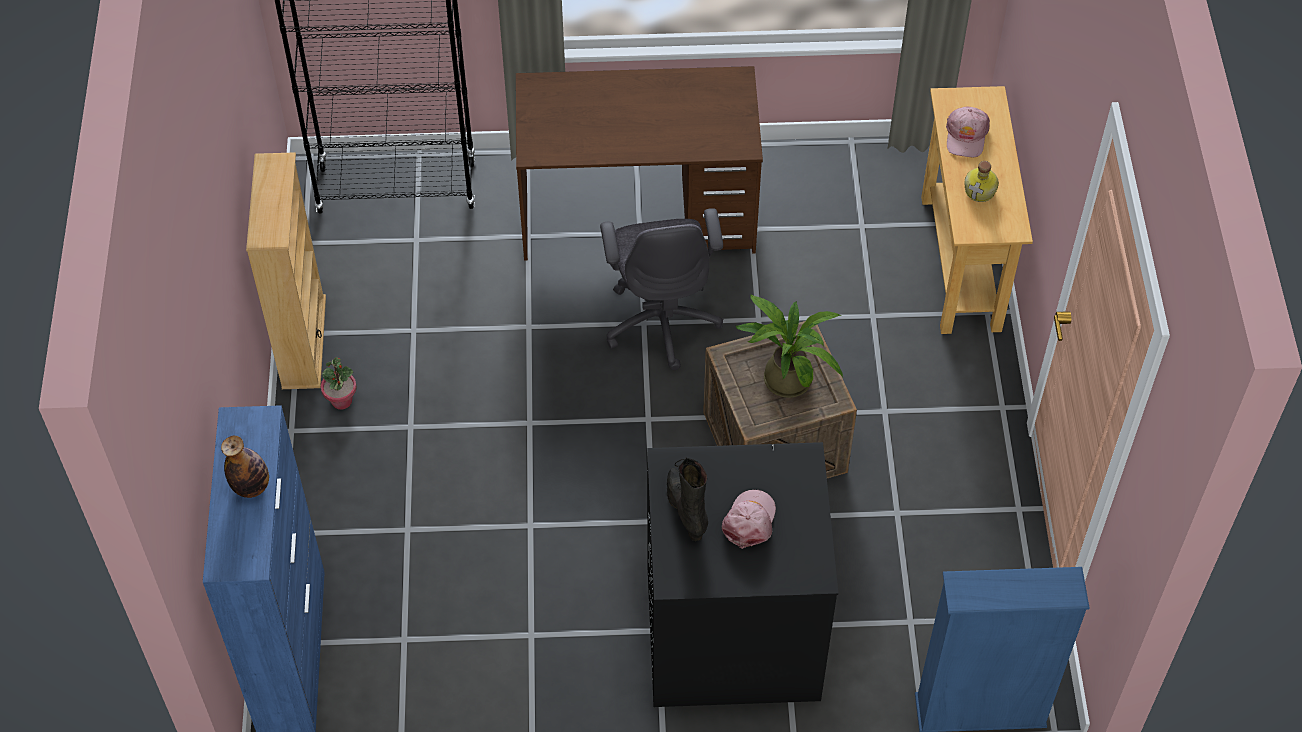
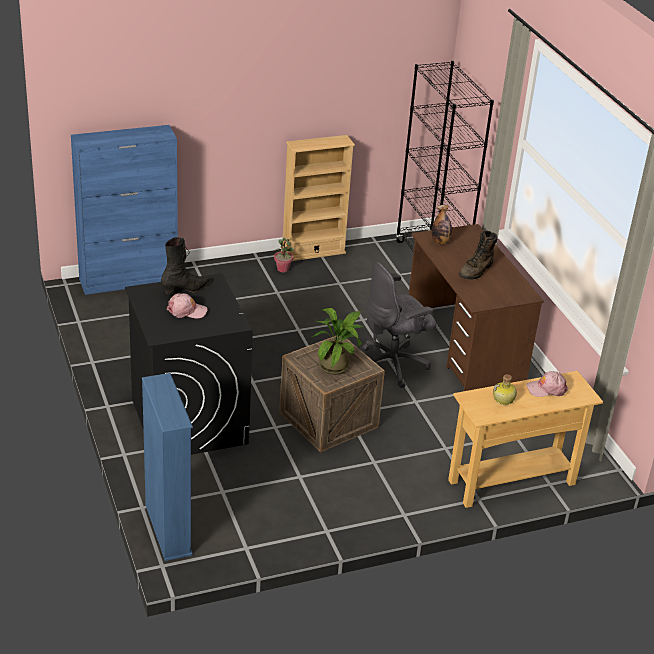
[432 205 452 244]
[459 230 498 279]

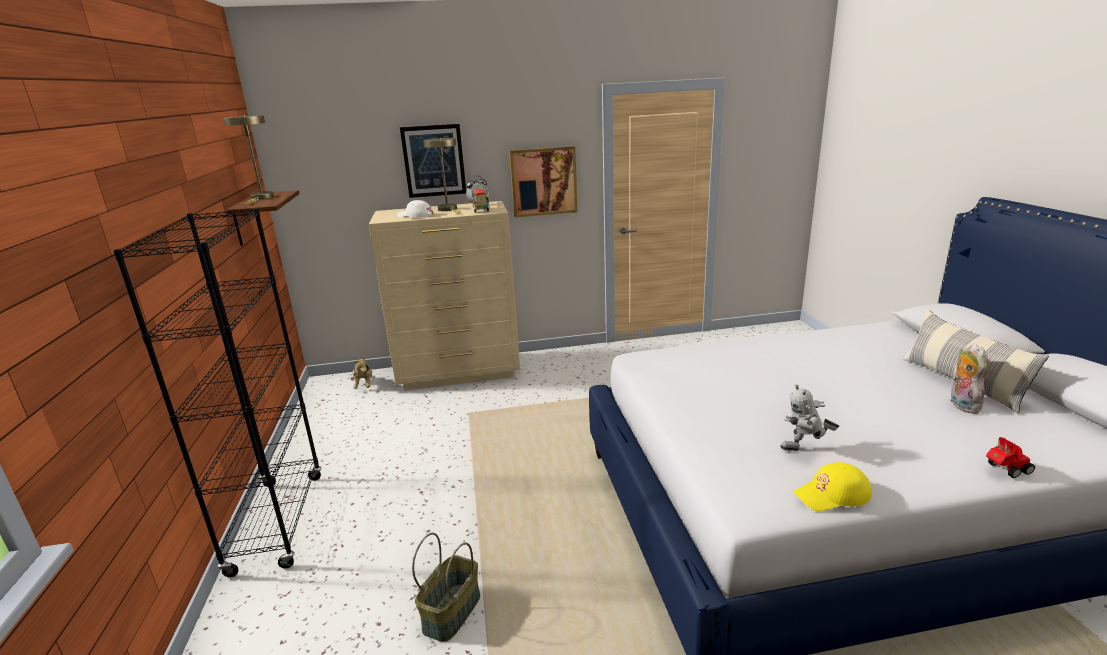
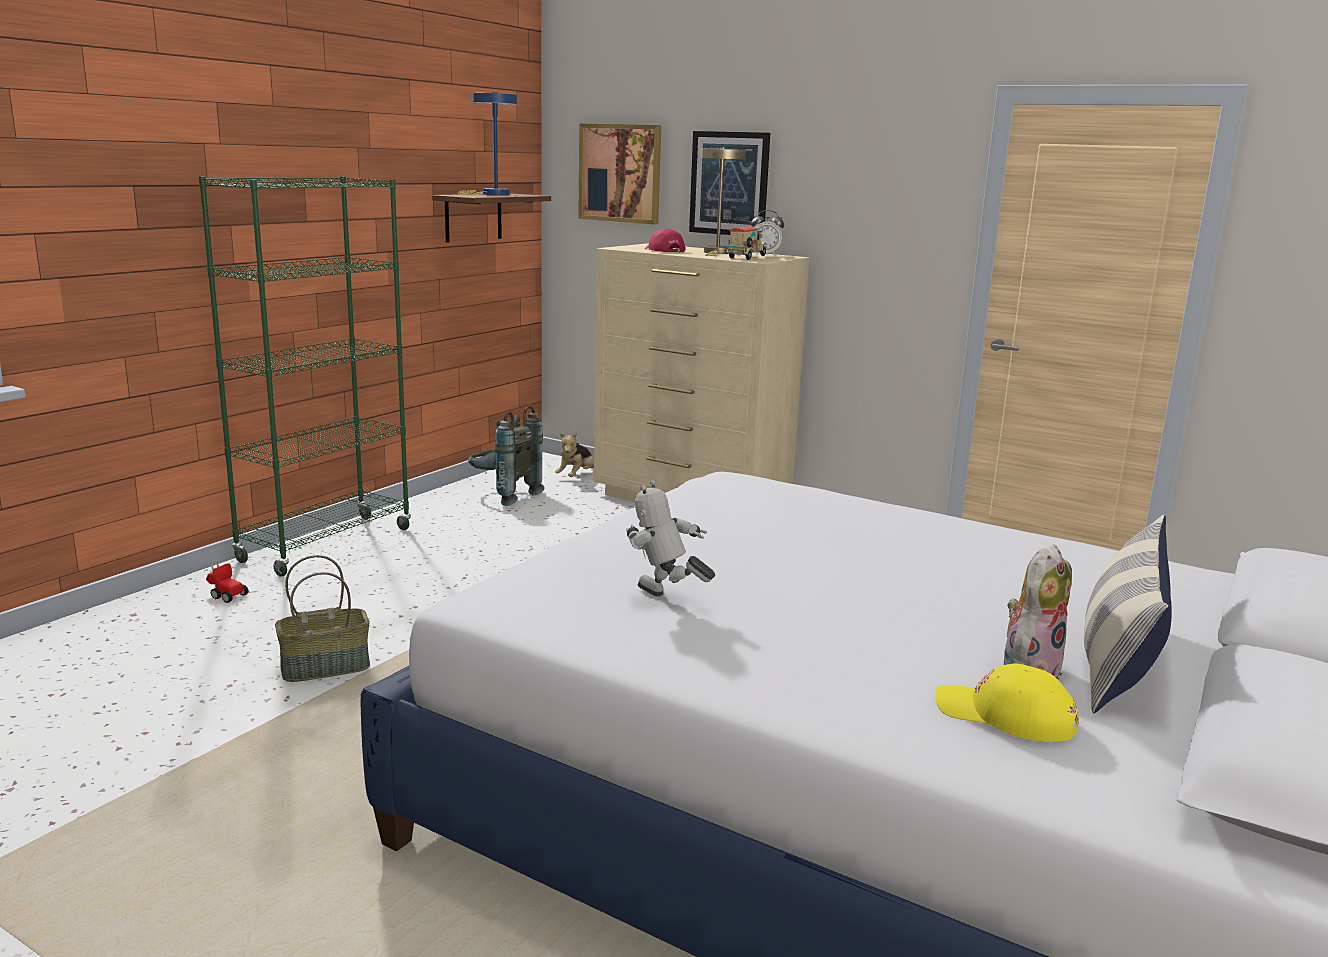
[458 92 517 195]
[578 123 661 225]
[645 229 685 252]
[199 176 411 577]
[206 560 248 602]
[935 664 1079 742]
[468 406 545 506]

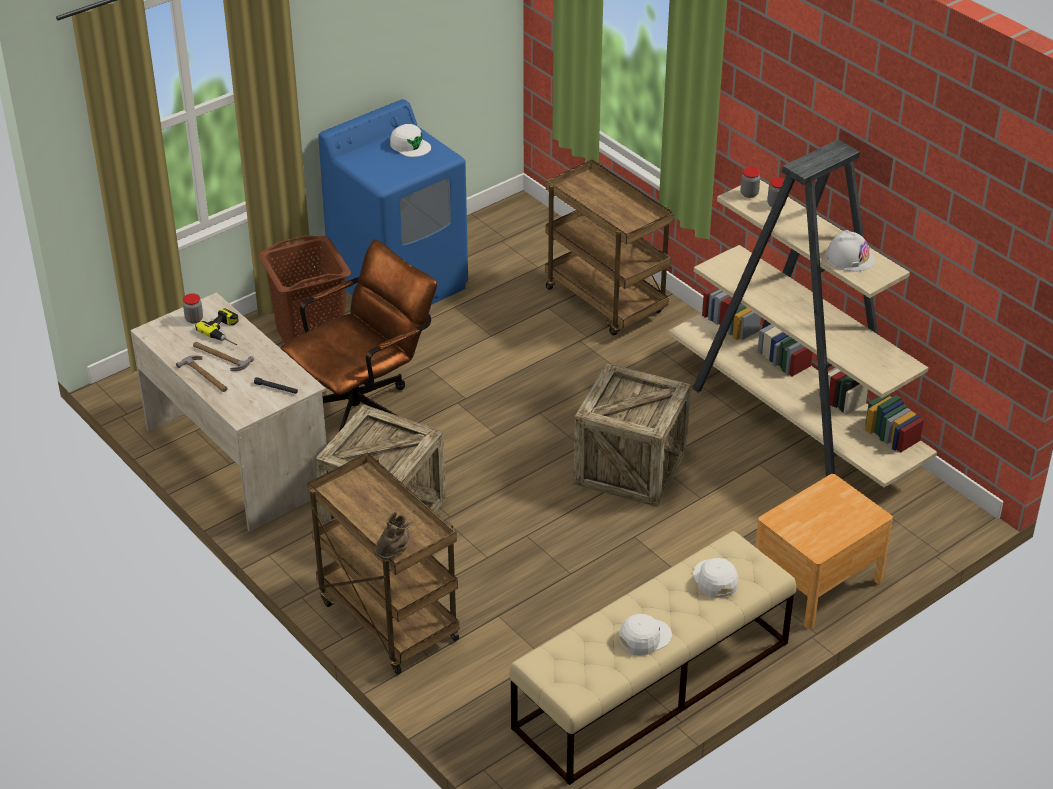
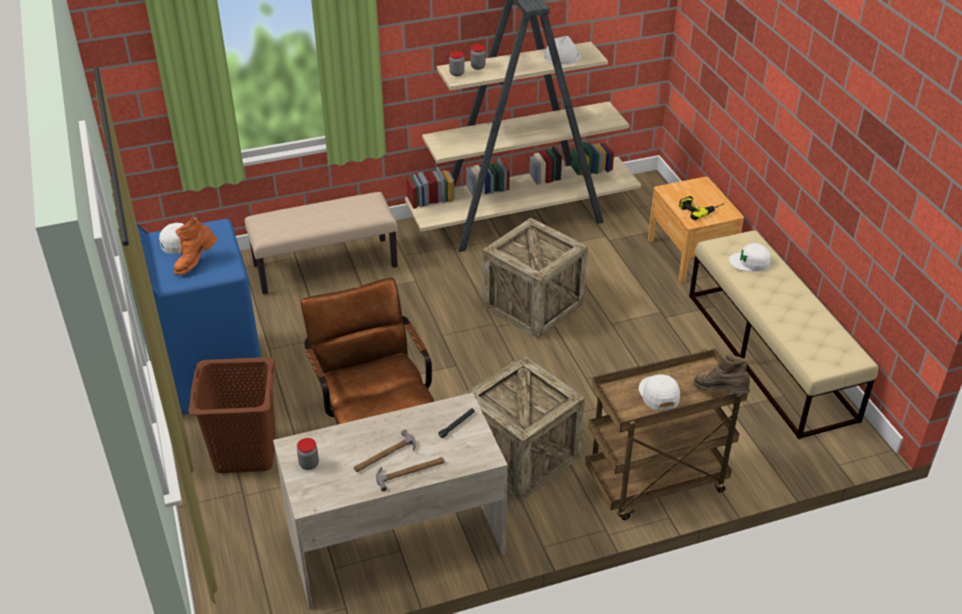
[245 192 398 294]
[679 196 724 220]
[639 374 680 410]
[174 218 217 275]

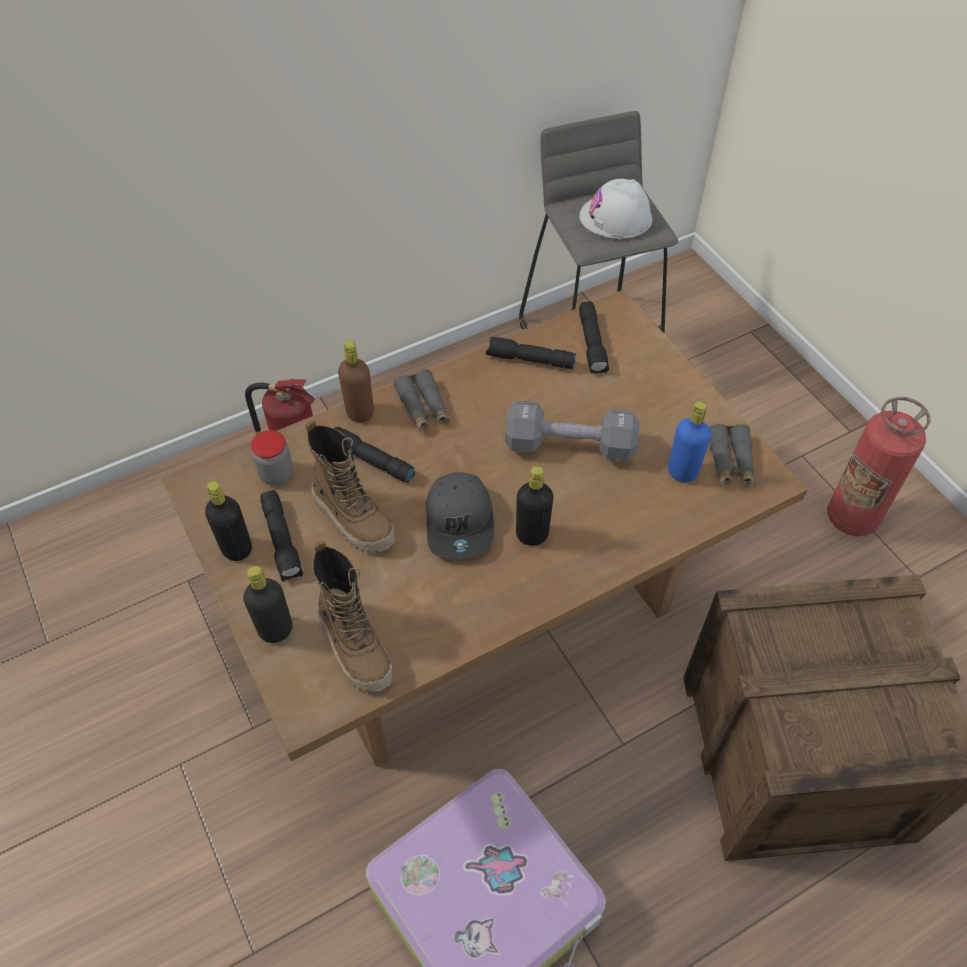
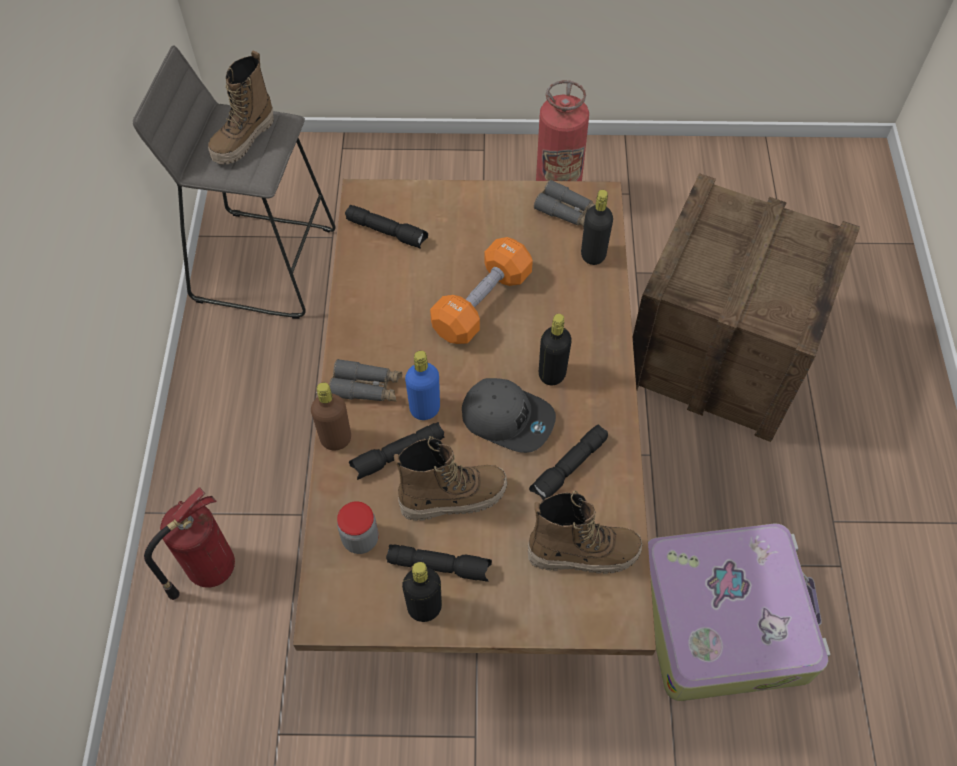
[208 51 274 165]
[529 425 608 500]
[430 237 533 344]
[405 351 440 420]
[581 190 613 265]

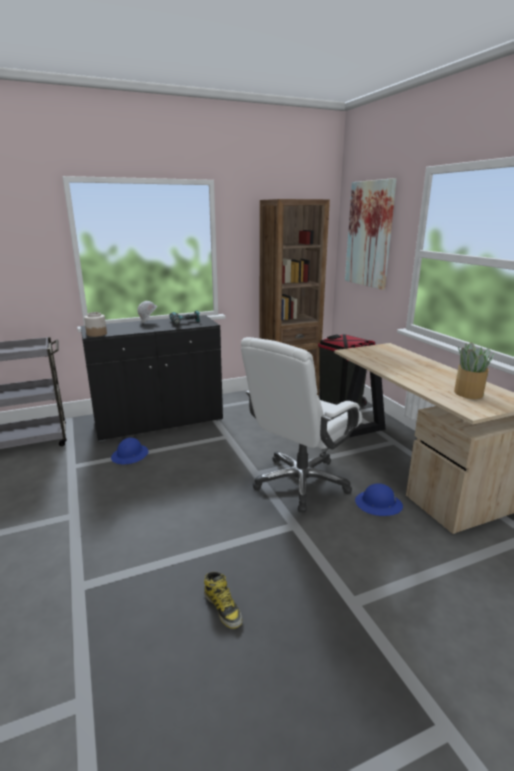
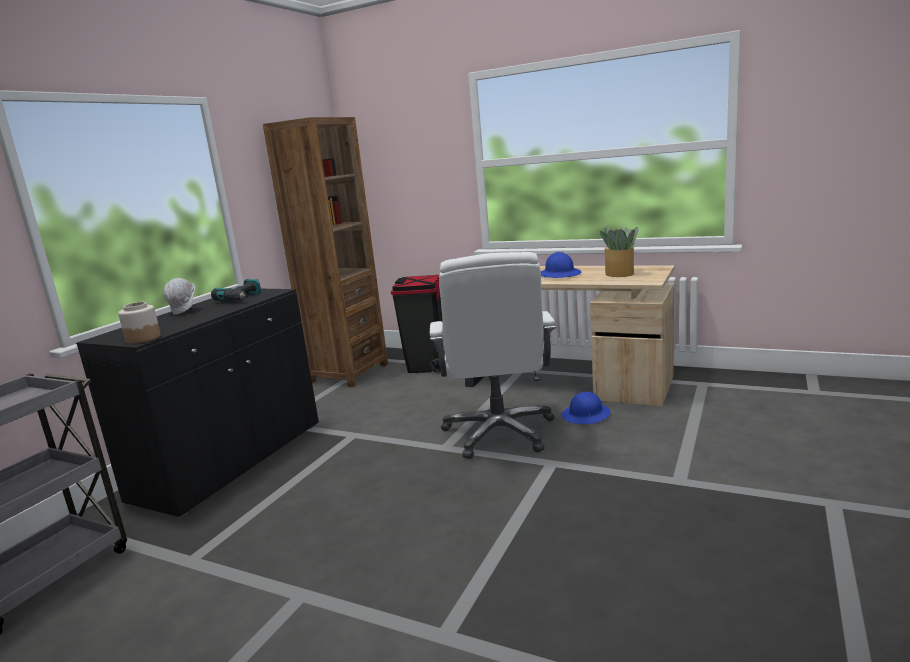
[345 178 397 290] (first image)
[541 252 582 278]
[204 572 242 629] (first image)

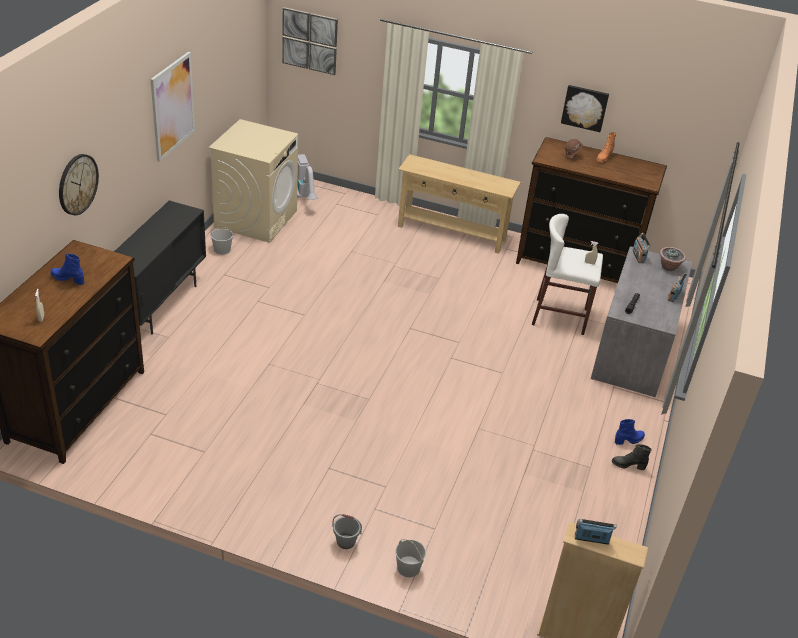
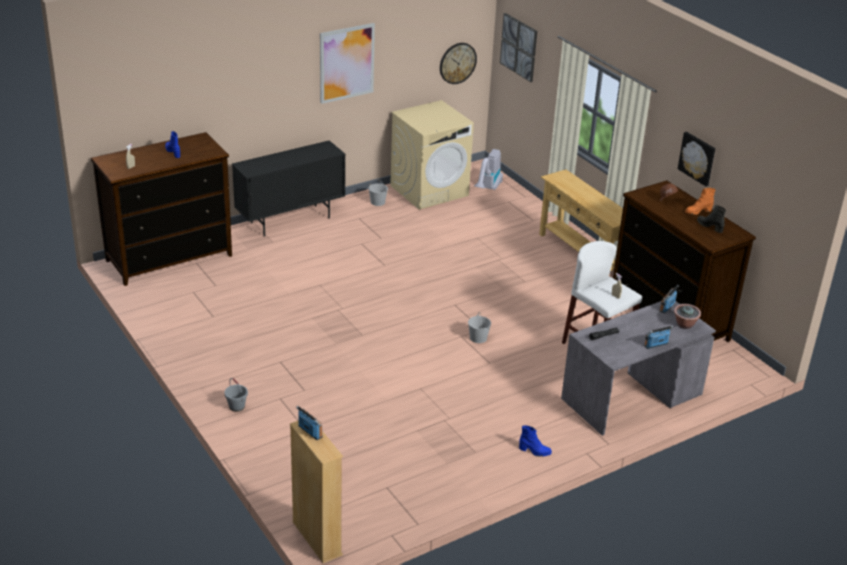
[440 43 477 84]
[697 205 726 233]
[468 312 491 343]

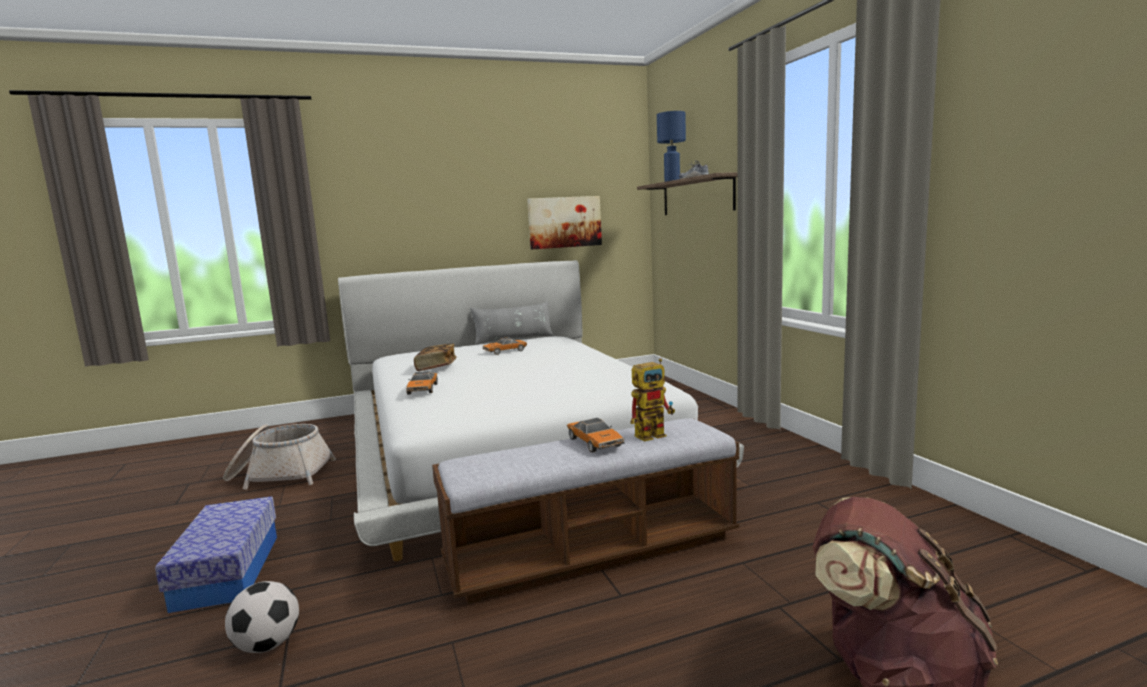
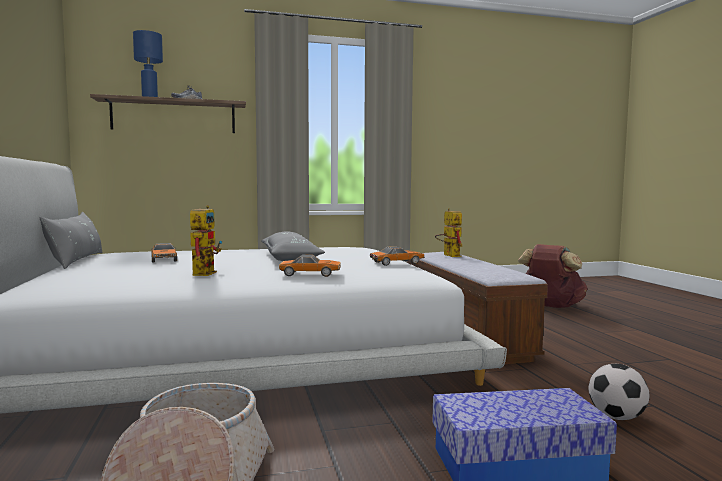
[527 196 602 249] (first image)
[190 205 222 276]
[370 246 425 266]
[261 231 325 261]

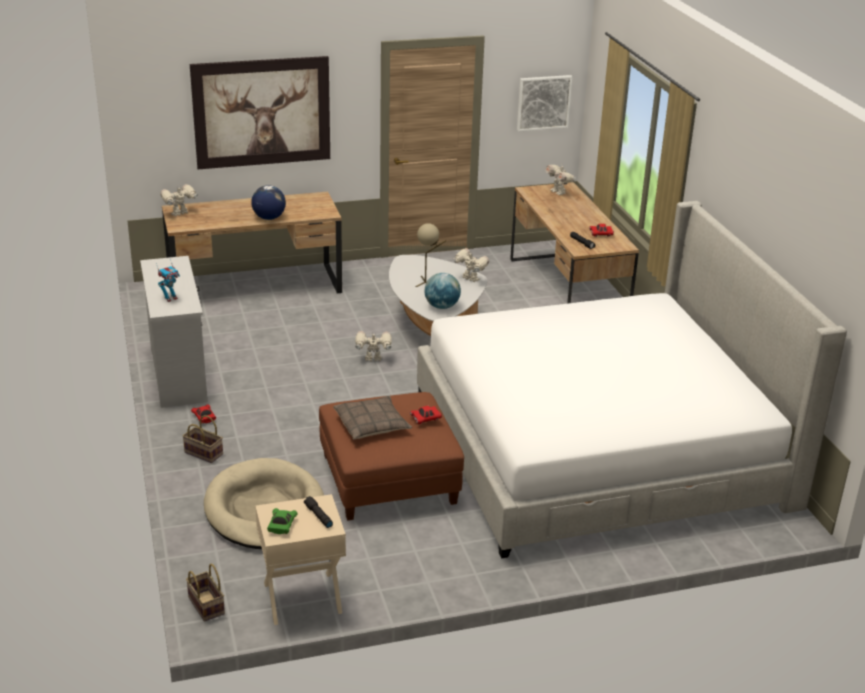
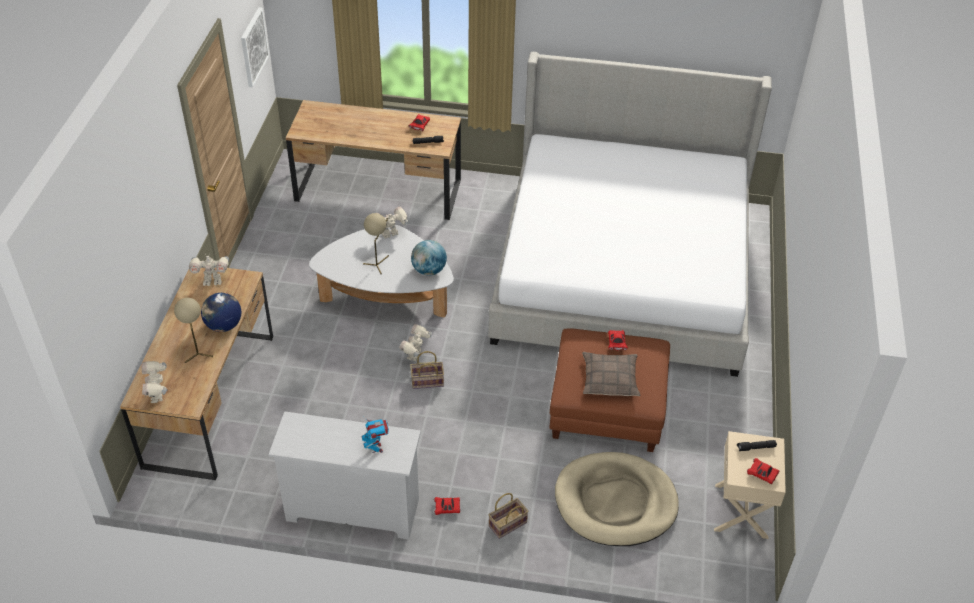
[190 56 330 169] (first image)
[189 254 229 286]
[747 458 779 484]
[410 351 444 389]
[174 298 213 363]

